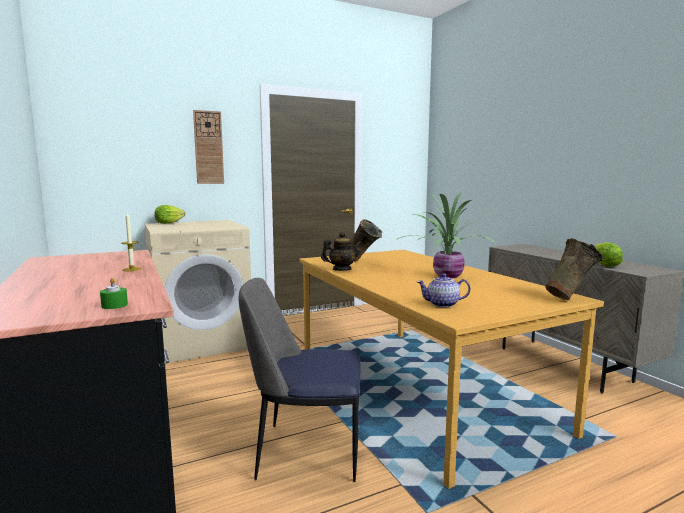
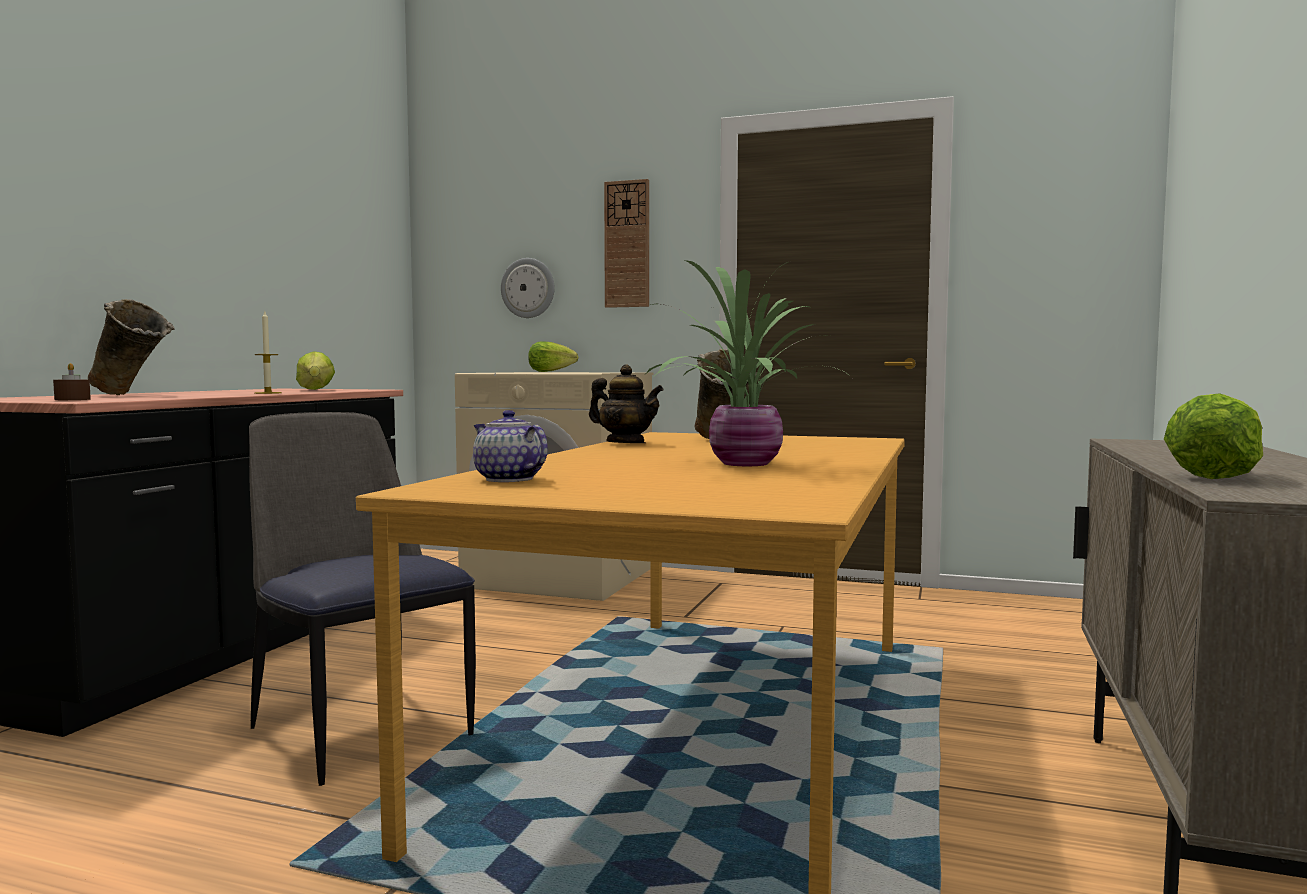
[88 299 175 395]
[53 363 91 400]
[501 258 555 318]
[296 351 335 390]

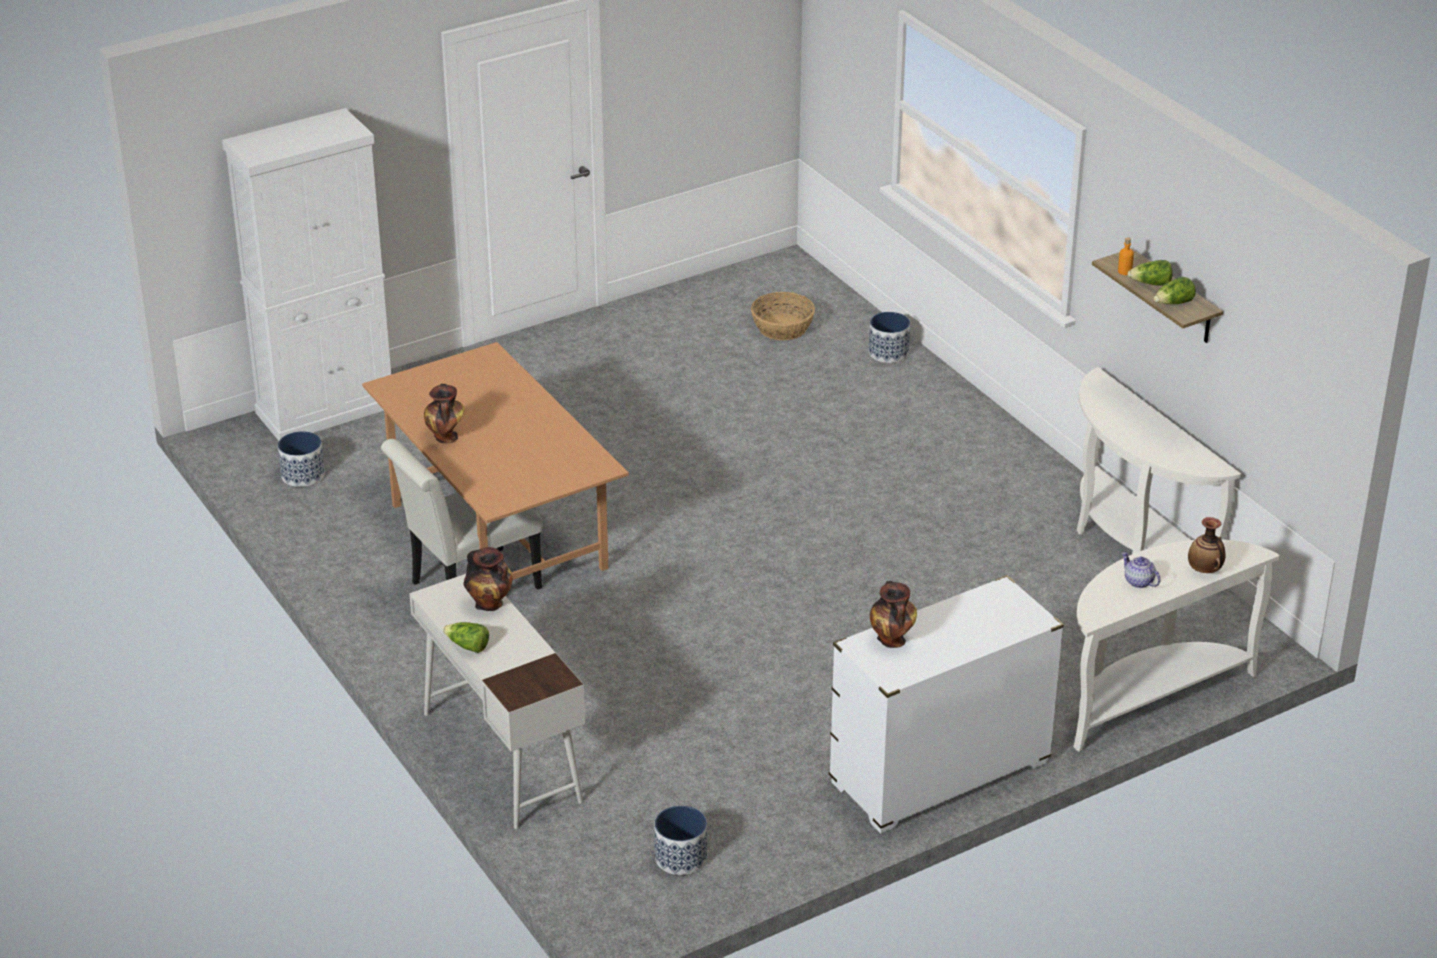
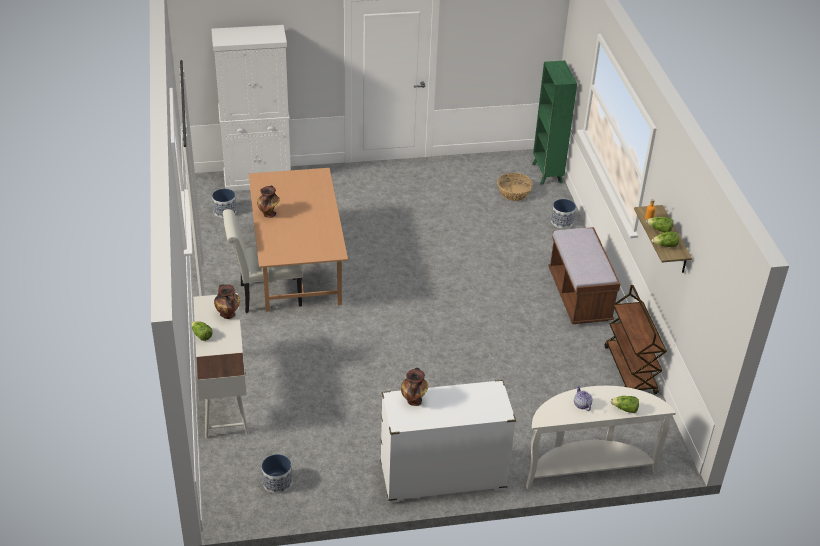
[605 285 667 394]
[611 396 639 413]
[532 61 577 185]
[548 227 620 324]

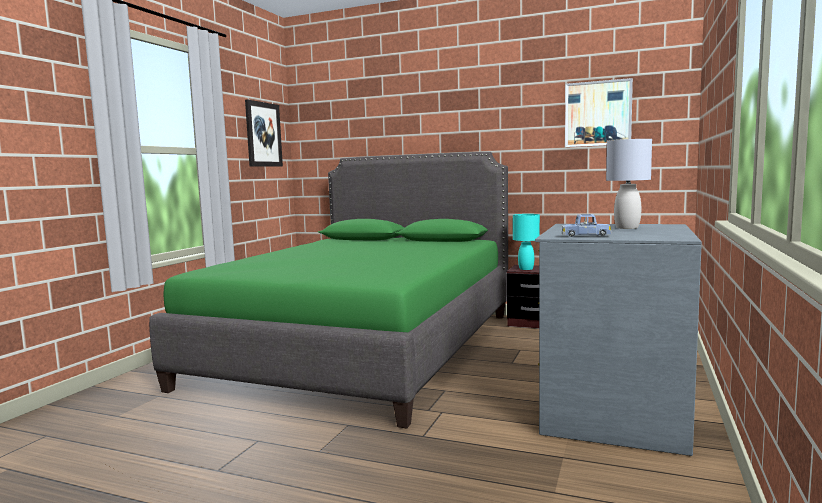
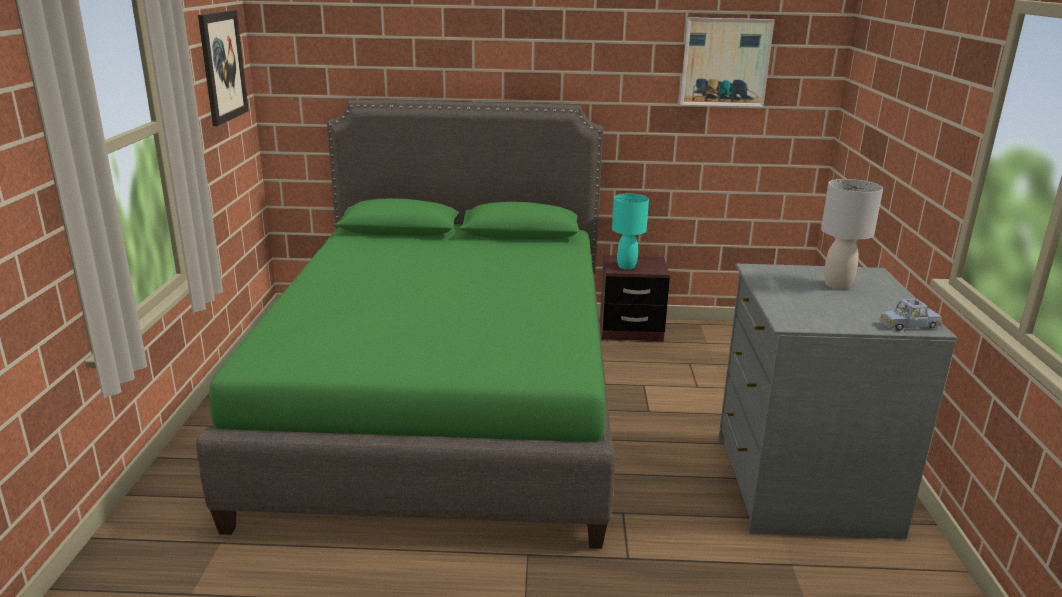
[879 299 943 331]

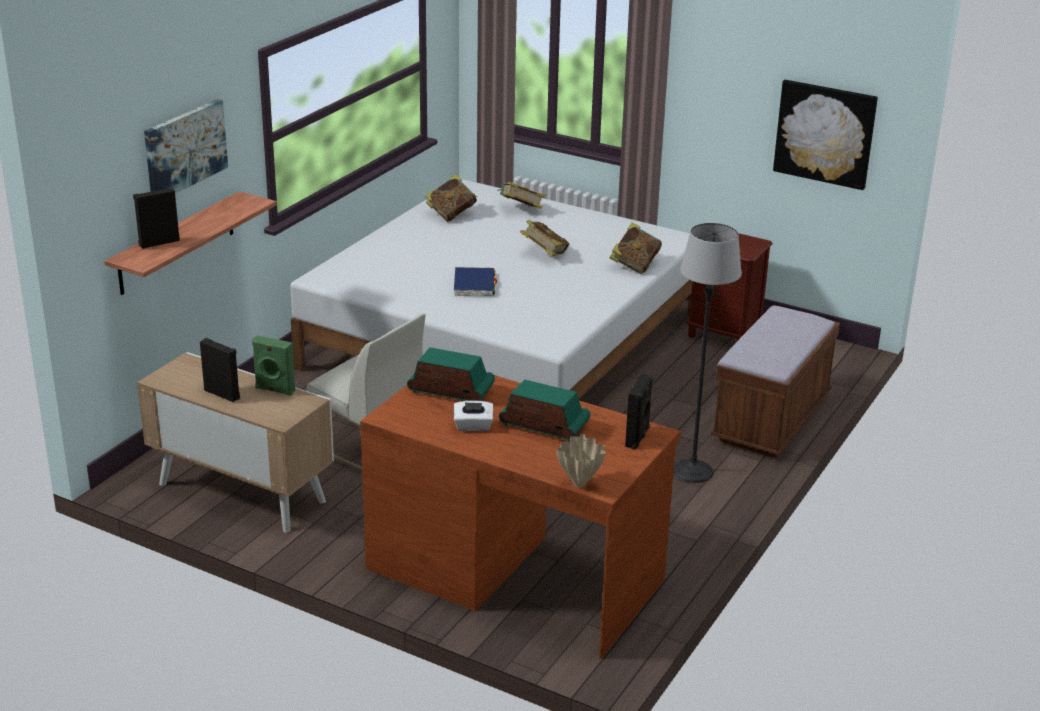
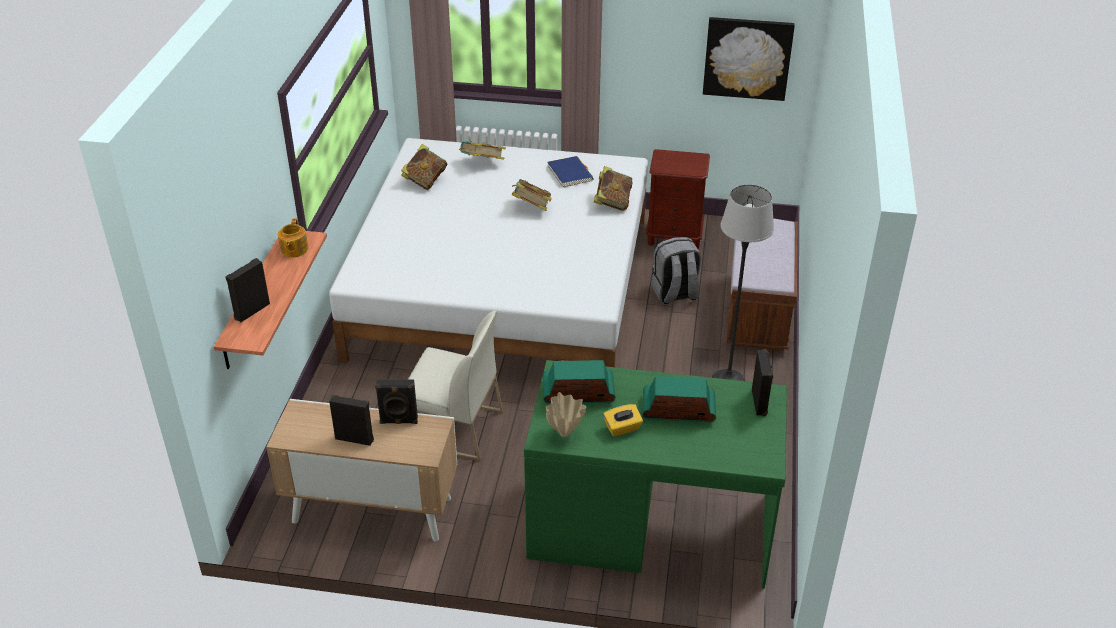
[144 99 228 193] (first image)
[548 156 594 188]
[375 379 418 424]
[524 360 787 589]
[603 404 643 437]
[546 392 586 437]
[278 218 308 257]
[652 237 701 304]

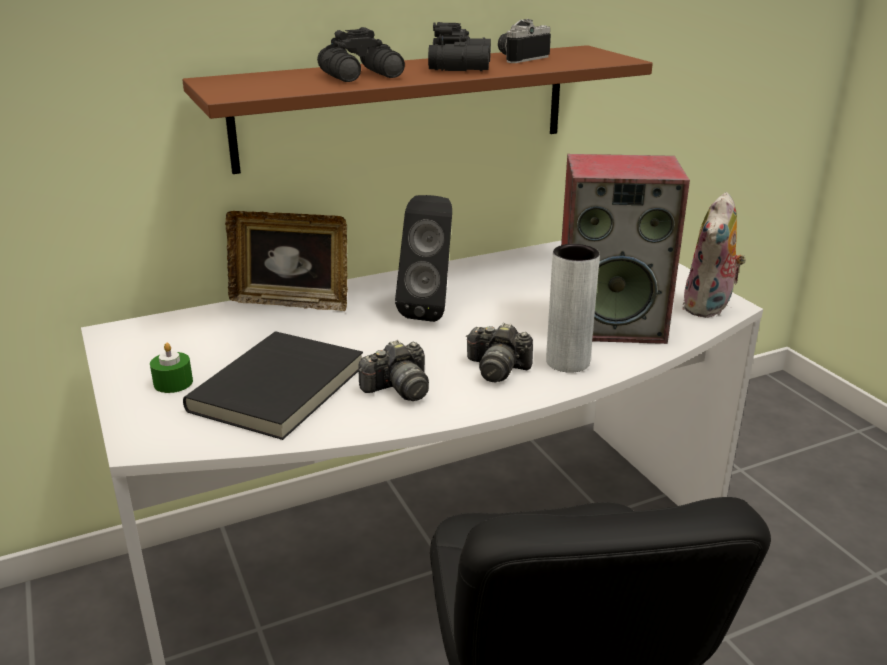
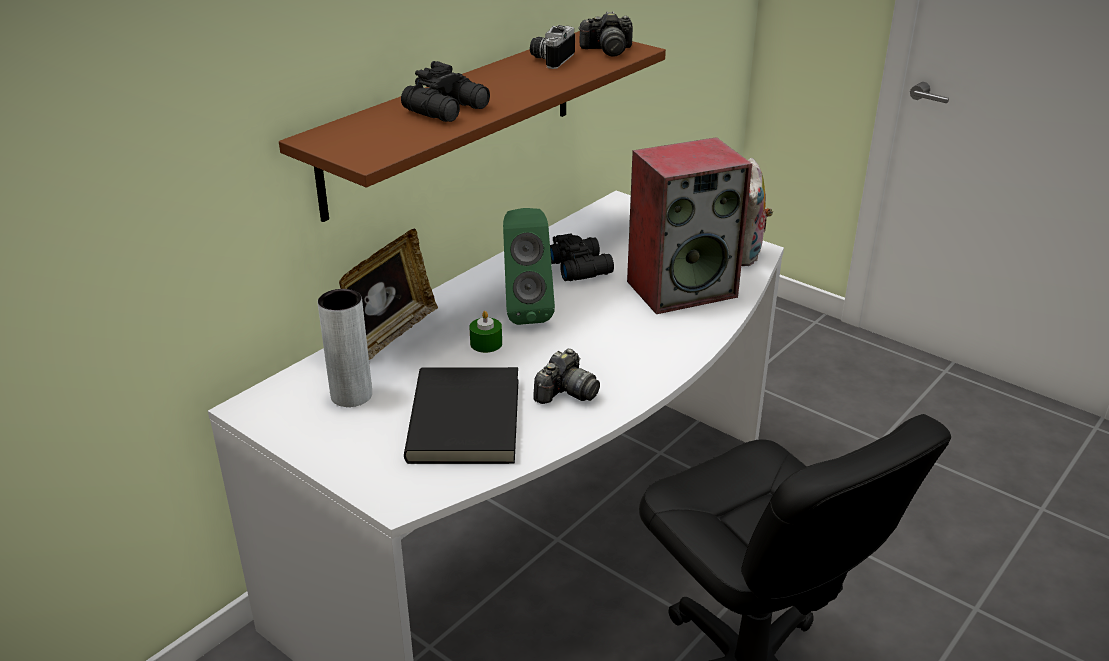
[550 234 614 281]
[503 208 555 325]
[339 229 438 360]
[317 289 372 407]
[578 11 633 57]
[469 311 502 353]

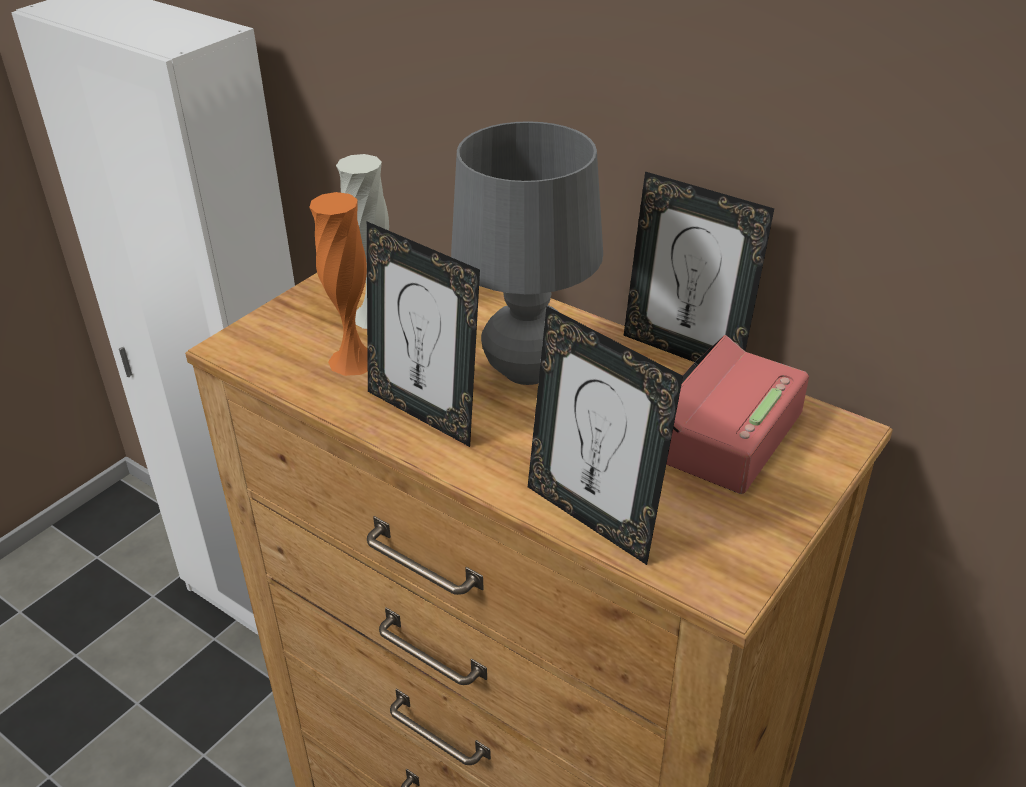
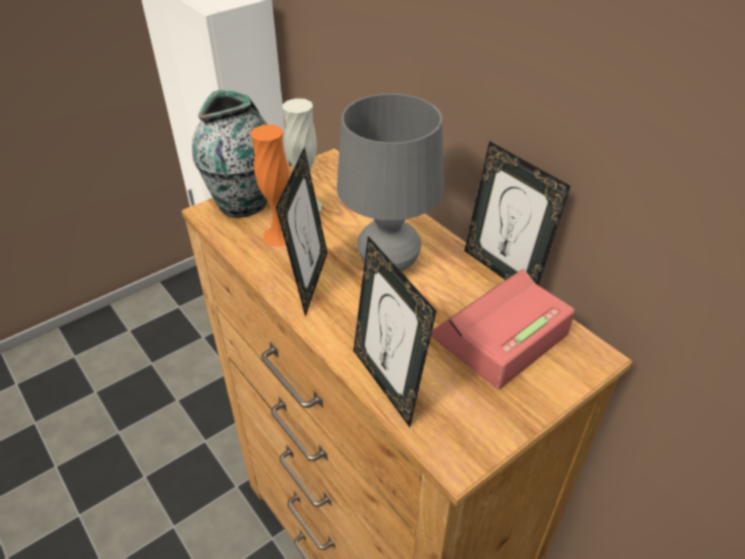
[276 147 328 316]
[192 91 267 218]

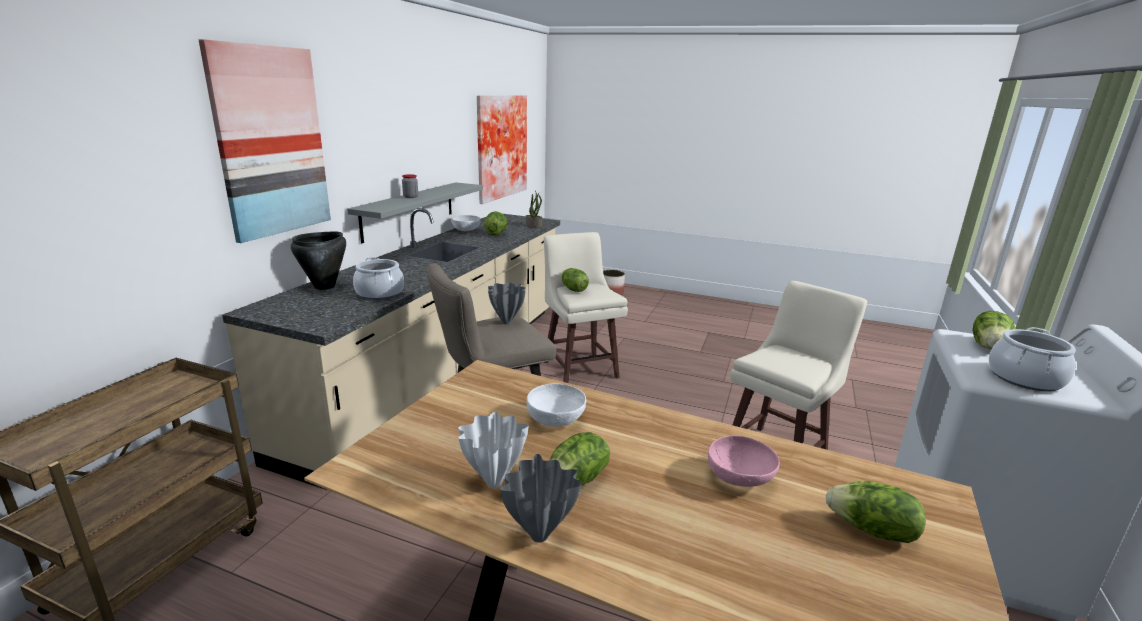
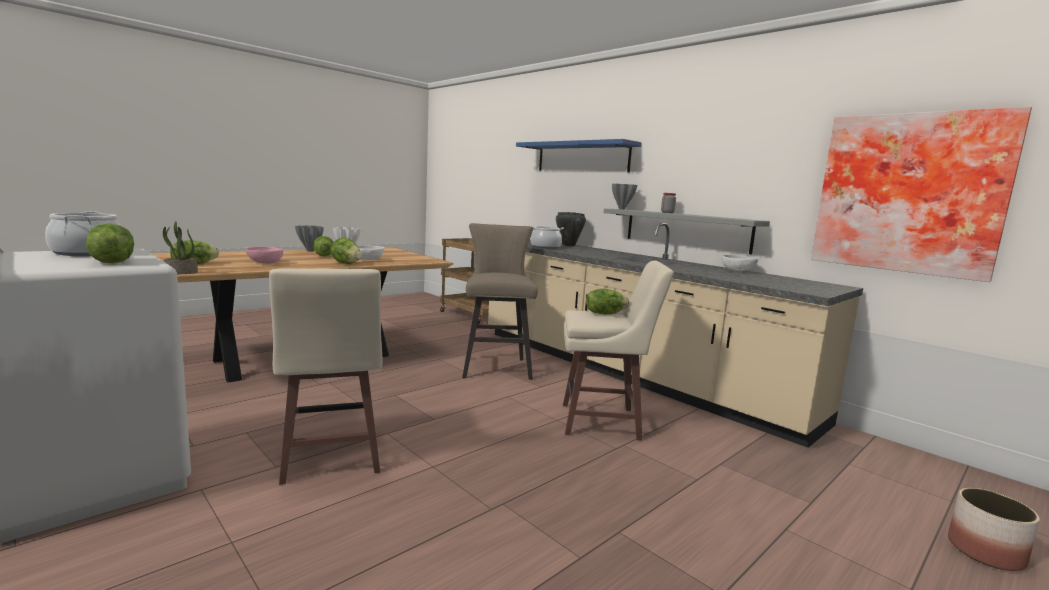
[516 139 642 172]
[163 221 198 274]
[331 237 362 264]
[612 184 637 210]

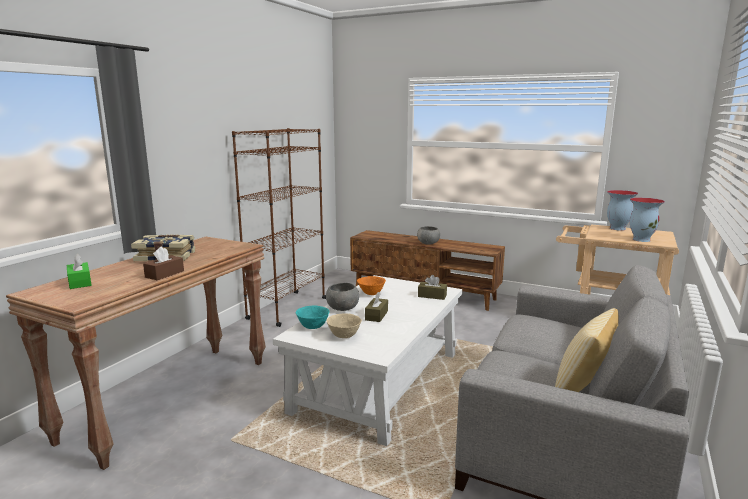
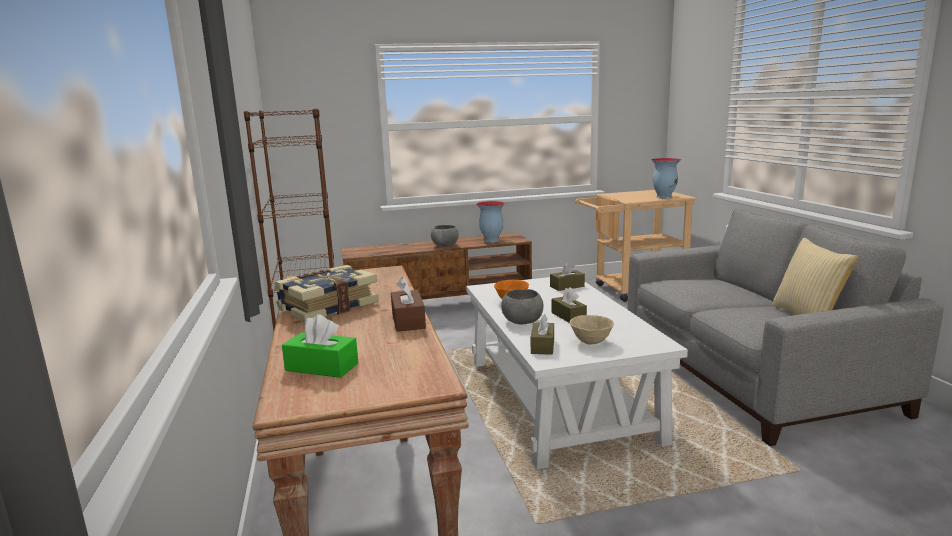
[476 201 505 243]
[531 314 554 355]

